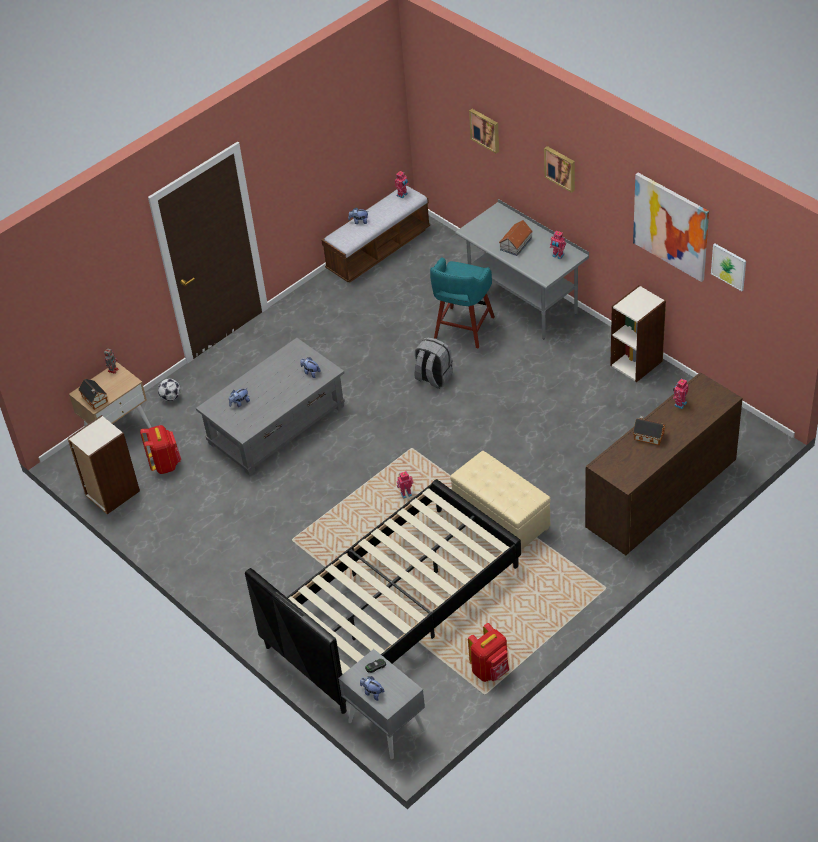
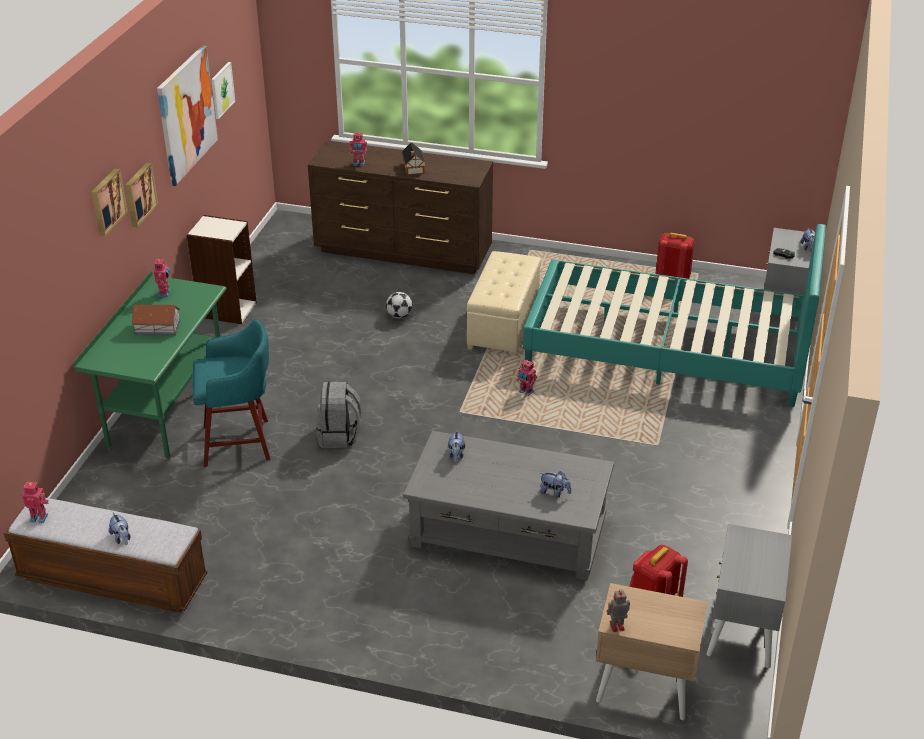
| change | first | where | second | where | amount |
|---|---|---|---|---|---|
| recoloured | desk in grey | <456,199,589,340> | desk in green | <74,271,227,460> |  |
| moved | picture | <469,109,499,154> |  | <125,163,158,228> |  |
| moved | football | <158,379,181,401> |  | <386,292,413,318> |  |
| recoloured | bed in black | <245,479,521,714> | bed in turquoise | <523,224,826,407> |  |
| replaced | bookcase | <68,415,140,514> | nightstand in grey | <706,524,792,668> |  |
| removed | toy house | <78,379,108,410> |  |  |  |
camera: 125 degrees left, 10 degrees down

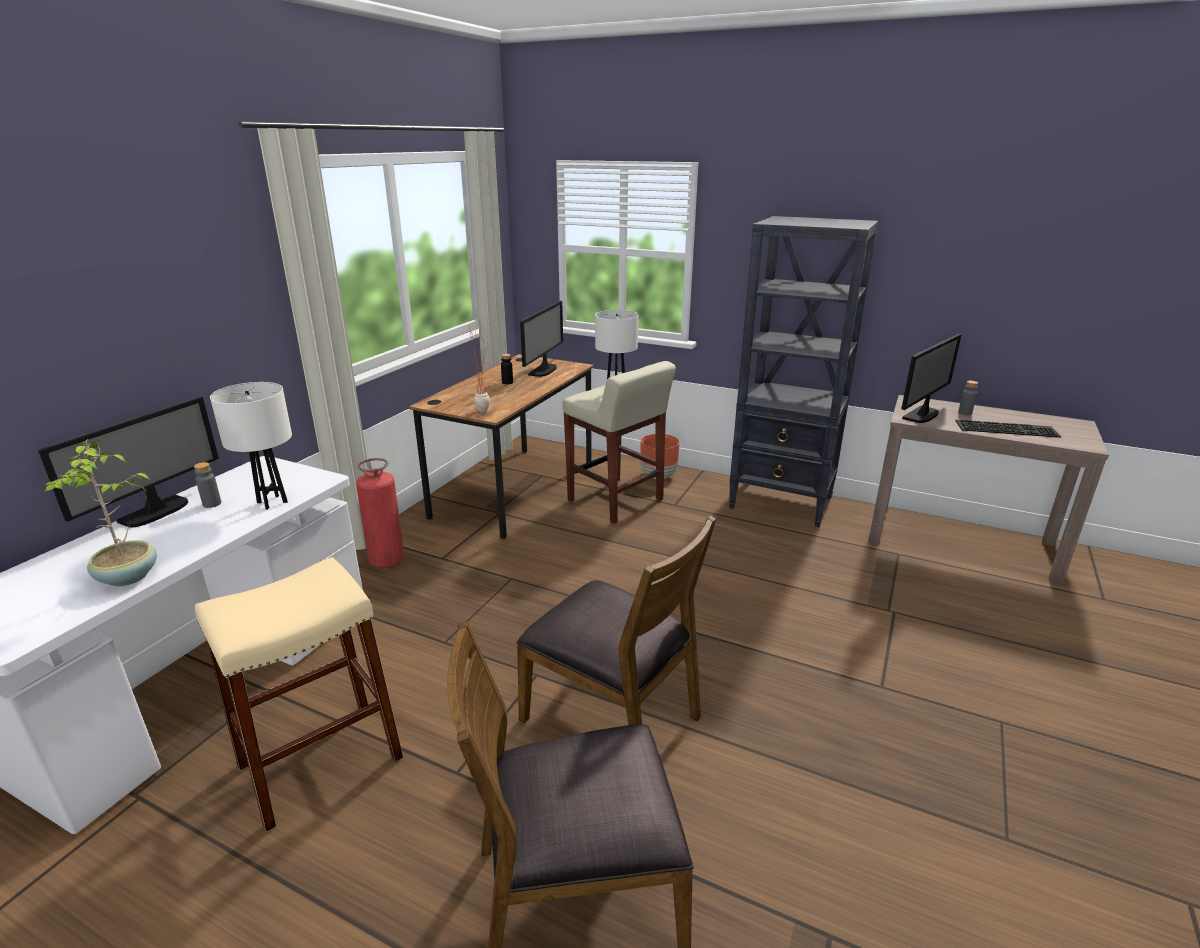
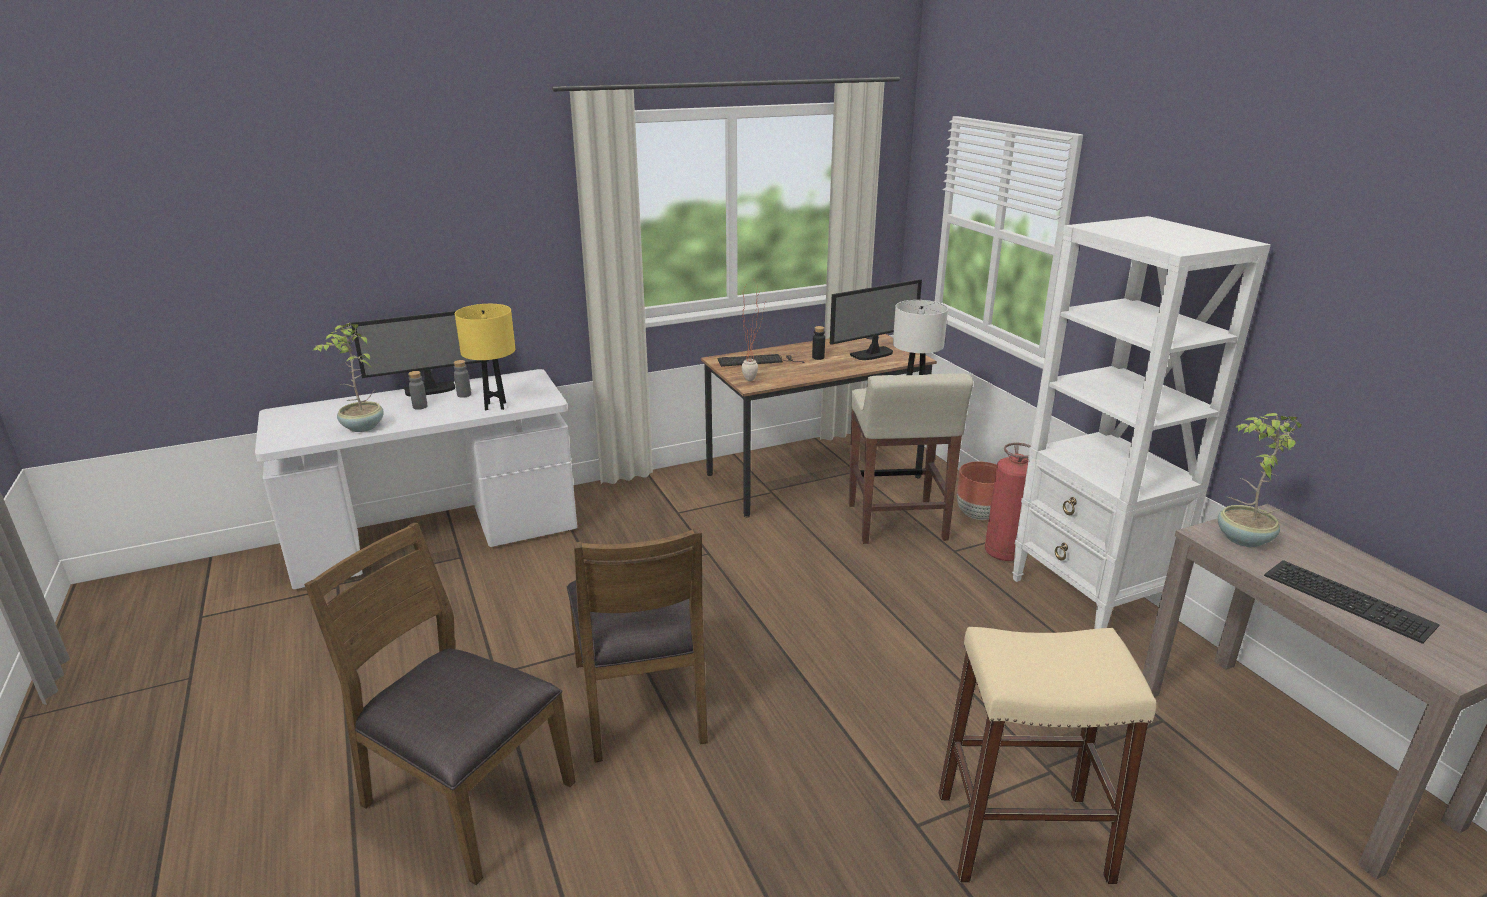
| change | first | where | second | where | amount |
|---|---|---|---|---|---|
| moved | bottle in grey | <958,381,978,415> |  | <408,371,428,410> |  |
| recoloured | table lamp in white | <210,382,292,510> | table lamp in yellow | <455,304,515,410> |  |
| added |  |  | keyboard | <718,354,805,367> |  |
| moved | stool in beige | <195,557,403,832> |  | <939,627,1156,884> |  |
| moved | fire extinguisher | <356,458,404,568> |  | <985,443,1031,561> |  |
| recoloured | bookcase in black | <729,216,878,528> | bookcase in white | <1012,216,1271,629> |  |
| replaced | monitor | <901,334,962,423> | potted plant | <1218,413,1302,547> |  |
camera: 40 degrees right, 0 degrees up

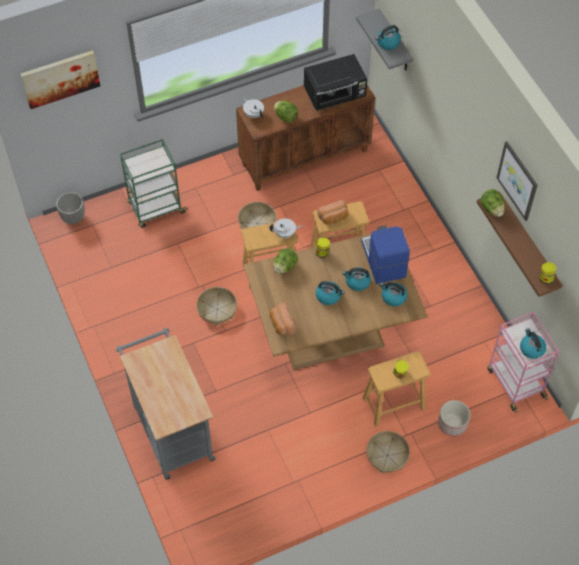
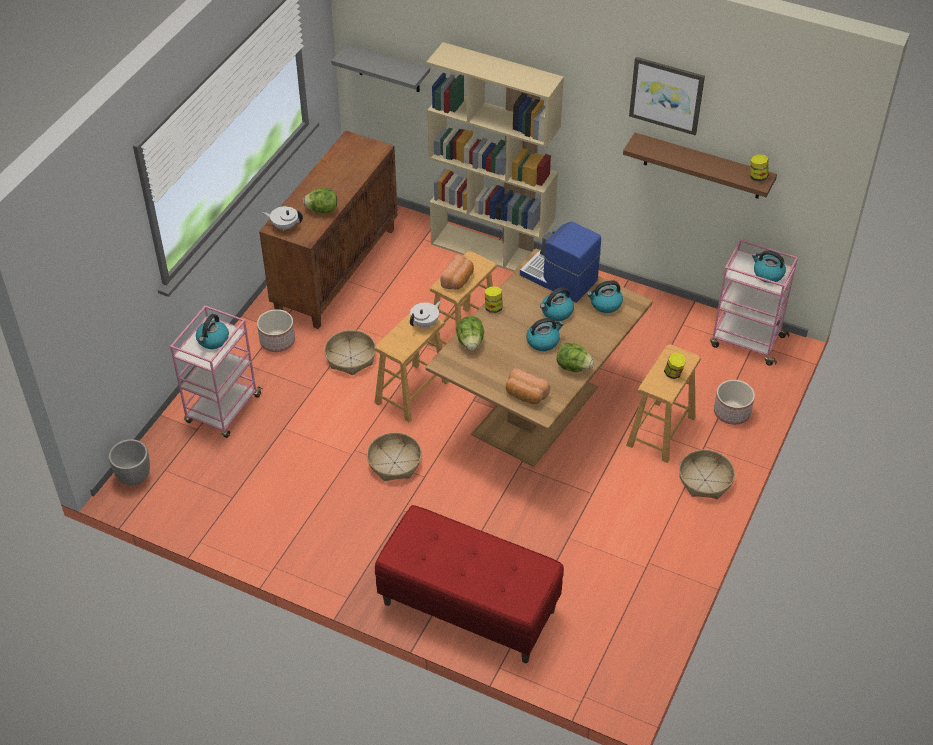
| change | first | where | second | where | amount |
|---|---|---|---|---|---|
| recoloured | cart in green | <120,139,188,228> | cart in pink | <170,305,262,438> |  |
| moved | kettle | <375,25,401,50> |  | <196,314,229,349> |  |
| added |  |  | planter | <257,309,295,352> |  |
| replaced | cart in grey | <116,327,216,480> | bench in red | <375,505,564,663> |  |
| added |  |  | bookcase in beige | <426,42,564,272> |  |
| moved | lettuce | <481,189,505,217> |  | <557,342,594,372> |  |
| removed | picture | <21,50,100,109> |  |  |  |
| removed | microwave in black | <304,54,367,111> |  |  |  |
camera: 40 degrees left, 10 degrees down

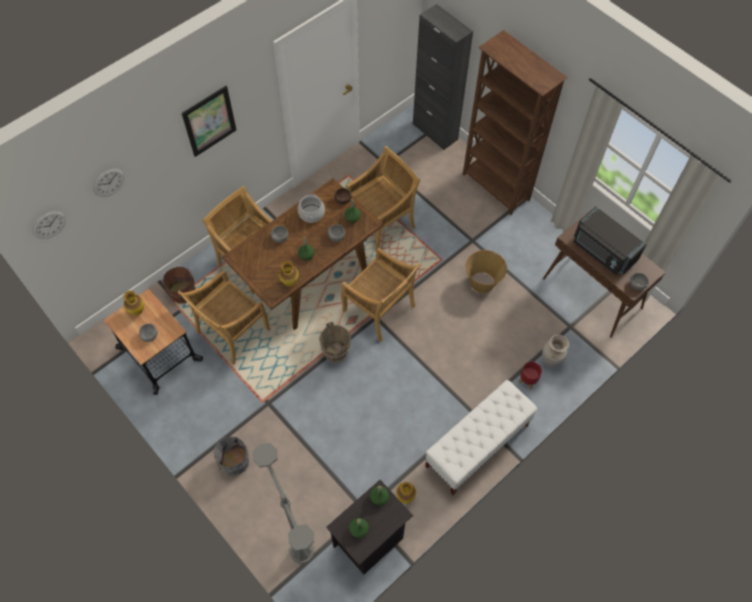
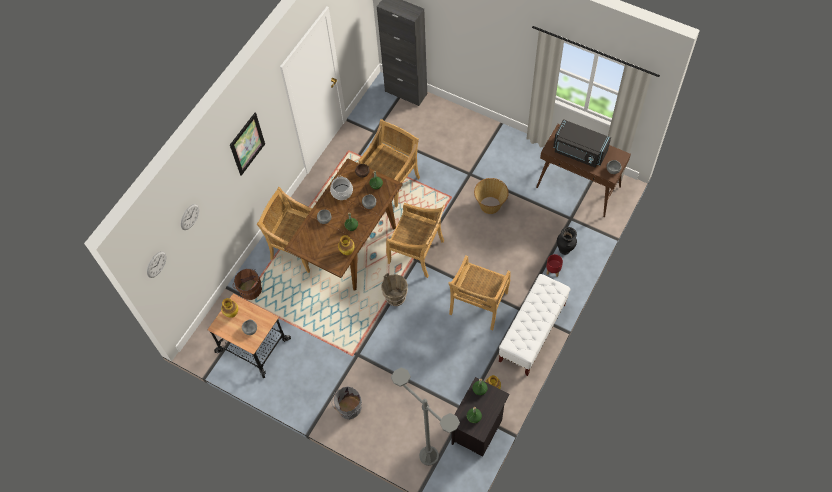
| change | first | where | second | where | amount |
|---|---|---|---|---|---|
| moved | chair in beige | <177,270,271,365> |  | <448,255,511,330> |  |
| recoloured | vase in beige | <542,335,569,367> | vase in black | <557,227,577,255> |  |
| removed | bookcase in brown | <463,30,568,215> |  |  |  |
camera: 15 degrees left, 0 degrees up

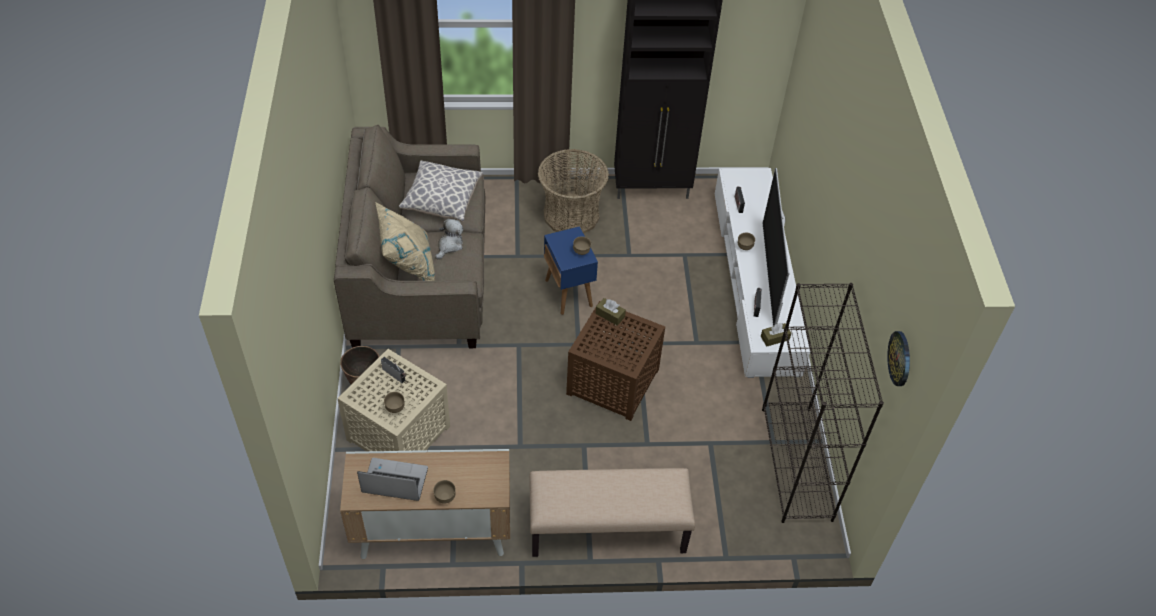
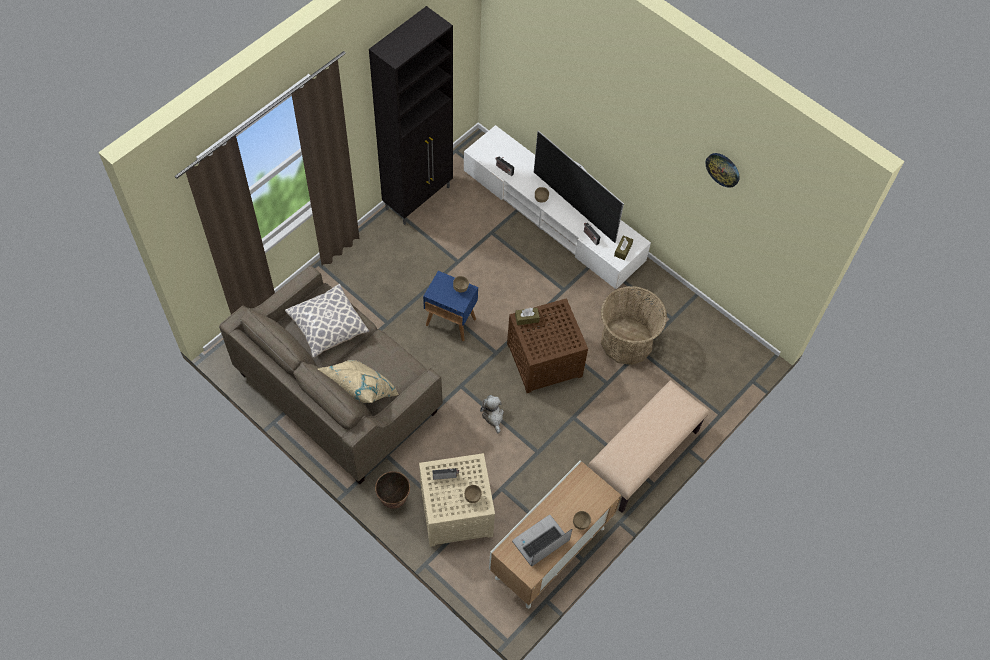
| change | first | where | second | where | amount |
|---|---|---|---|---|---|
| moved | plush toy | <435,219,463,259> |  | <480,395,504,434> |  |
| moved | basket | <538,149,609,234> |  | <601,286,667,365> |  |
| moved | wall clock | <887,331,910,386> |  | <706,153,740,188> |  |
| removed | bookcase in black | <762,283,884,523> |  |  |  |
camera: 45 degrees left, 10 degrees up

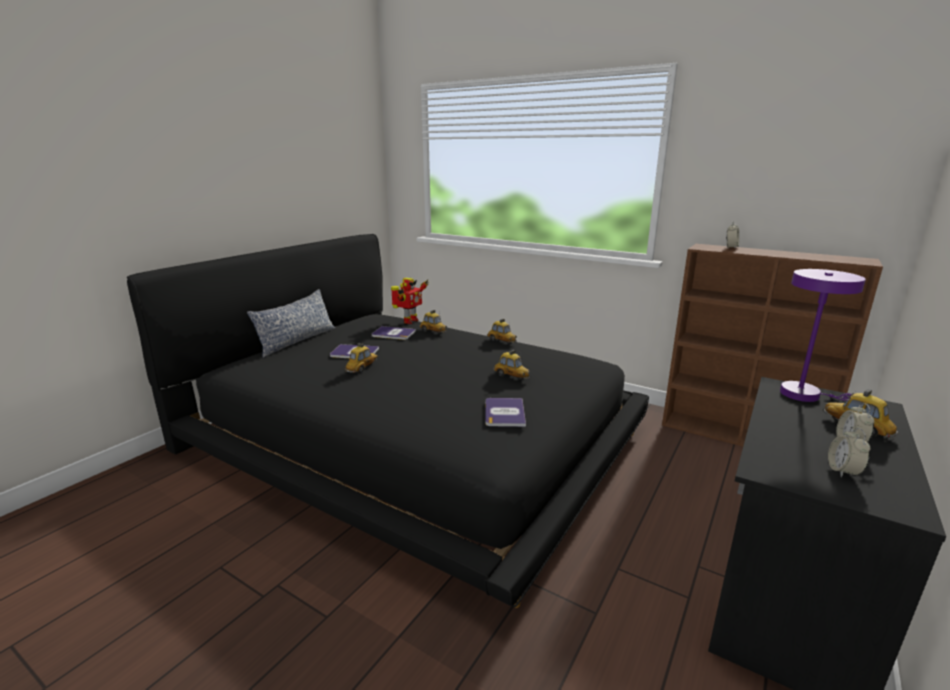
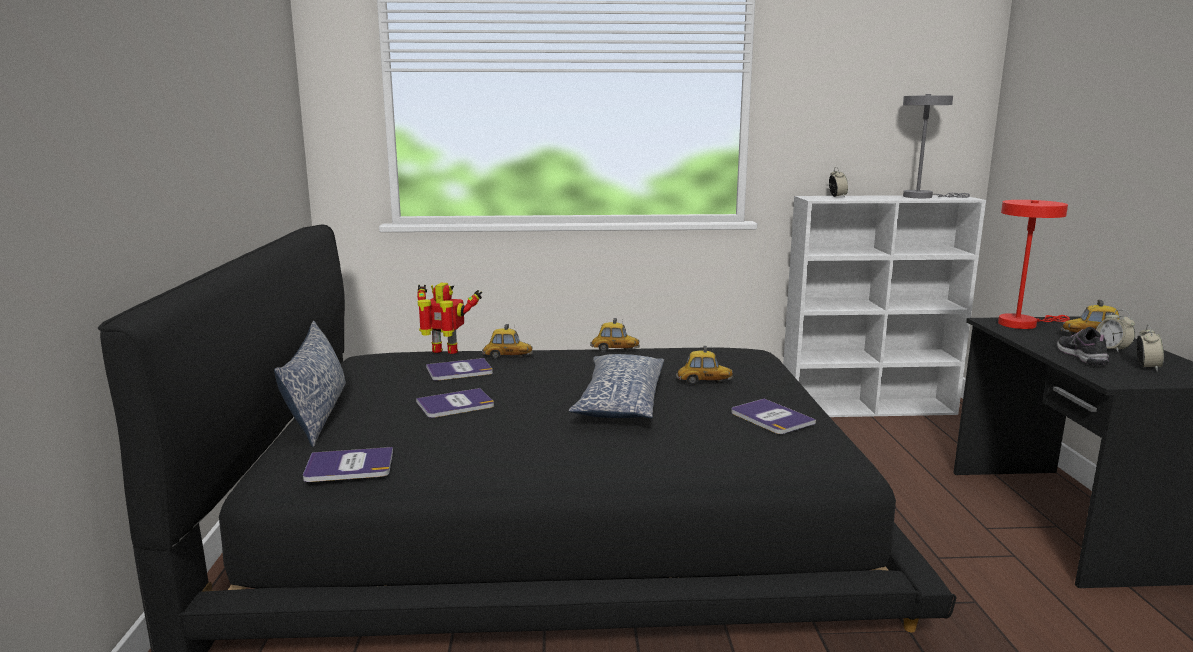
| change | first | where | second | where | amount |
|---|---|---|---|---|---|
| added |  |  | book | <303,447,393,482> |  |
| turned | toy robot | <391,278,429,324> |  | <417,283,482,354> | 75 degrees counterclockwise |
| added |  |  | pillow | <569,354,664,418> |  |
| recoloured | bookcase in brown | <662,244,883,446> | bookcase in white | <783,195,986,417> |  |
| added |  |  | table lamp in grey | <903,94,970,198> |  |
| recoloured | table lamp in purple | <780,269,866,402> | table lamp in red | <998,200,1070,329> |  |
| added |  |  | shoe | <1057,327,1109,365> |  |
| turned | alarm clock | <828,428,870,478> |  | <1136,324,1164,371> | 135 degrees counterclockwise |
| removed | toy car | <345,343,378,373> |  |  |  |
camera: 35 degrees left, 5 degrees down

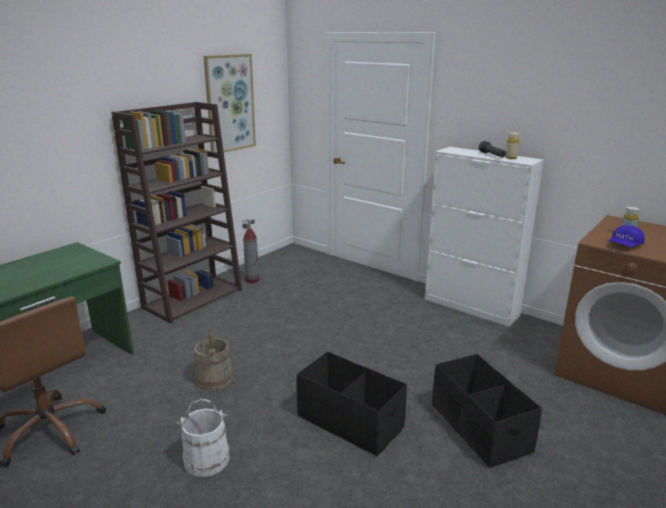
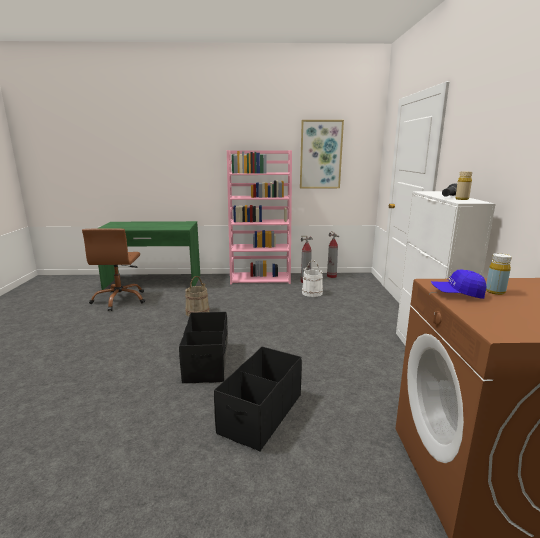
| change | first | where | second | where | amount |
|---|---|---|---|---|---|
| recoloured | bookcase in brown | <111,102,242,323> | bookcase in pink | <227,150,292,284> |  |
| moved | bucket in white | <177,399,230,477> |  | <302,260,323,297> |  |
| added |  |  | fire extinguisher | <327,231,339,278> |  |
camera: 50 degrees right, 5 degrees down

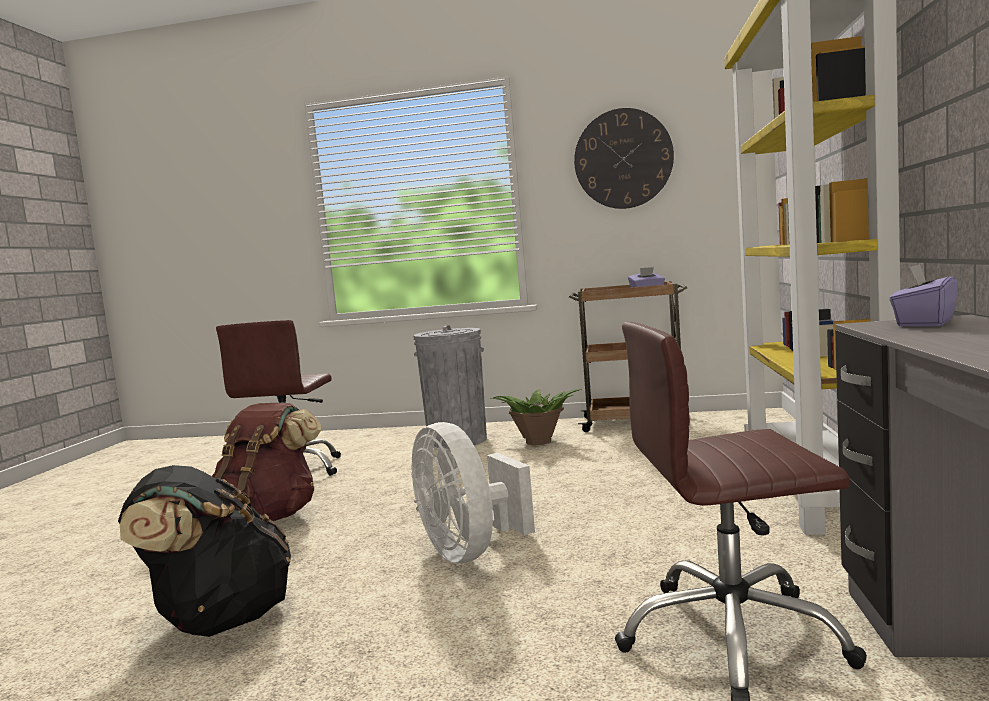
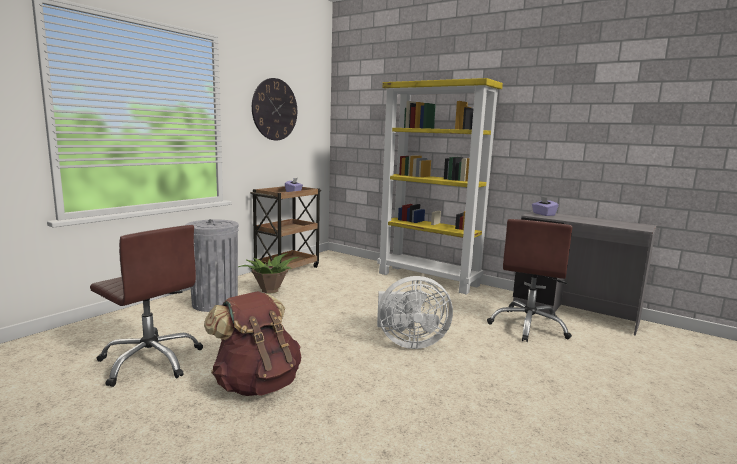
| change | first | where | second | where | amount |
|---|---|---|---|---|---|
| removed | backpack in black | <118,465,291,637> |  |  |  |
camera: 65 degrees left, 5 degrees up

